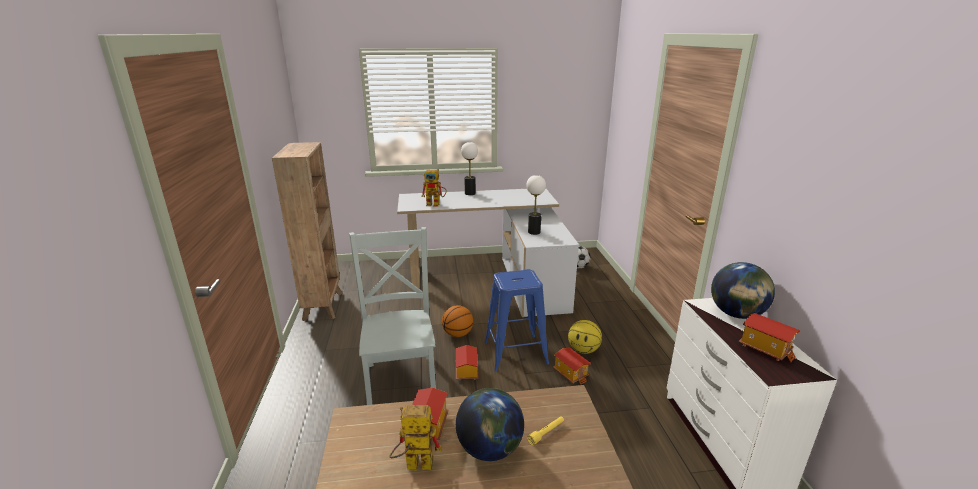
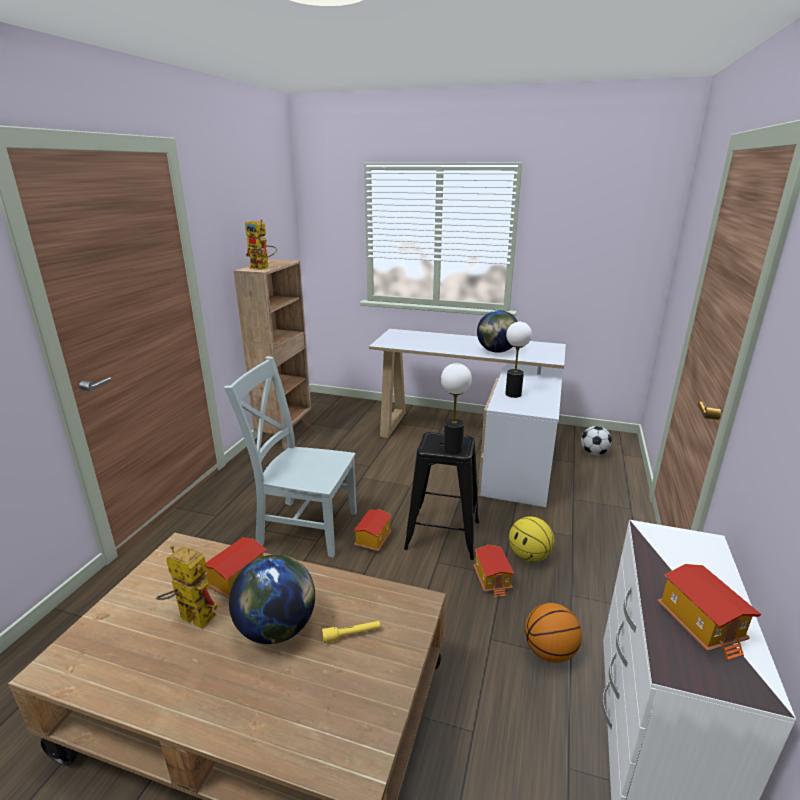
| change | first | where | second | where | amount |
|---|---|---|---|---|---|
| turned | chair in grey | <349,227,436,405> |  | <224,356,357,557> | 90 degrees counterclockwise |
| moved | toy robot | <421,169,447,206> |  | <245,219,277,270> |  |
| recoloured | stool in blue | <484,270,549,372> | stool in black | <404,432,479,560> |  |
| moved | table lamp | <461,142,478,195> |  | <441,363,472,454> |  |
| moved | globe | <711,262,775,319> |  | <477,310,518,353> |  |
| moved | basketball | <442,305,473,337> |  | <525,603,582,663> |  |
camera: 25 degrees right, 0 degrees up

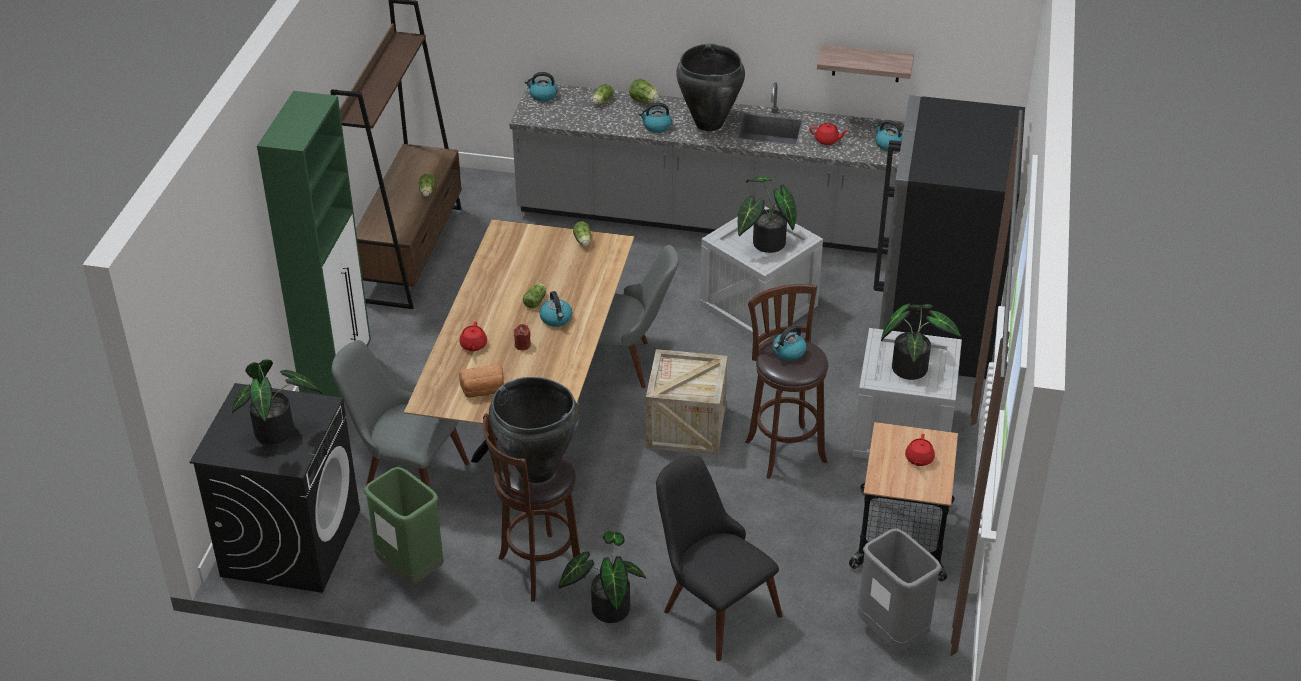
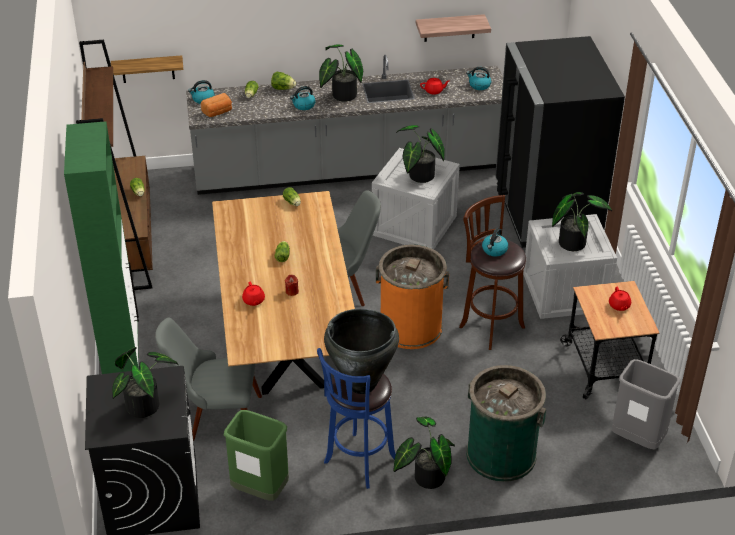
| change | first | where | second | where | amount |
|---|---|---|---|---|---|
| added |  |  | shelf | <111,55,183,83> |  |
| moved | bread | <459,364,504,398> |  | <201,93,232,117> |  |
| recoloured | stool in brown | <483,414,586,602> | stool in blue | <317,348,396,489> |  |
| replaced | vase in black | <676,44,745,131> | potted plant | <319,44,363,102> |  |
| replaced | crate | <646,349,728,455> | trash can in orange | <376,244,449,349> |  |
| replaced | chair in black | <656,456,782,661> | trash can in green | <466,365,546,482> |  |
| removed | kettle | <539,291,572,327> |  |  |  |
camera: 20 degrees left, 0 degrees up

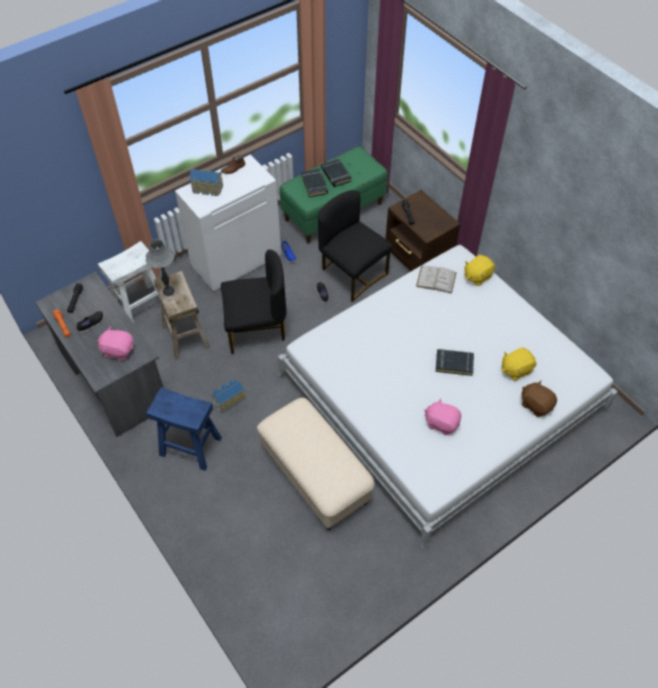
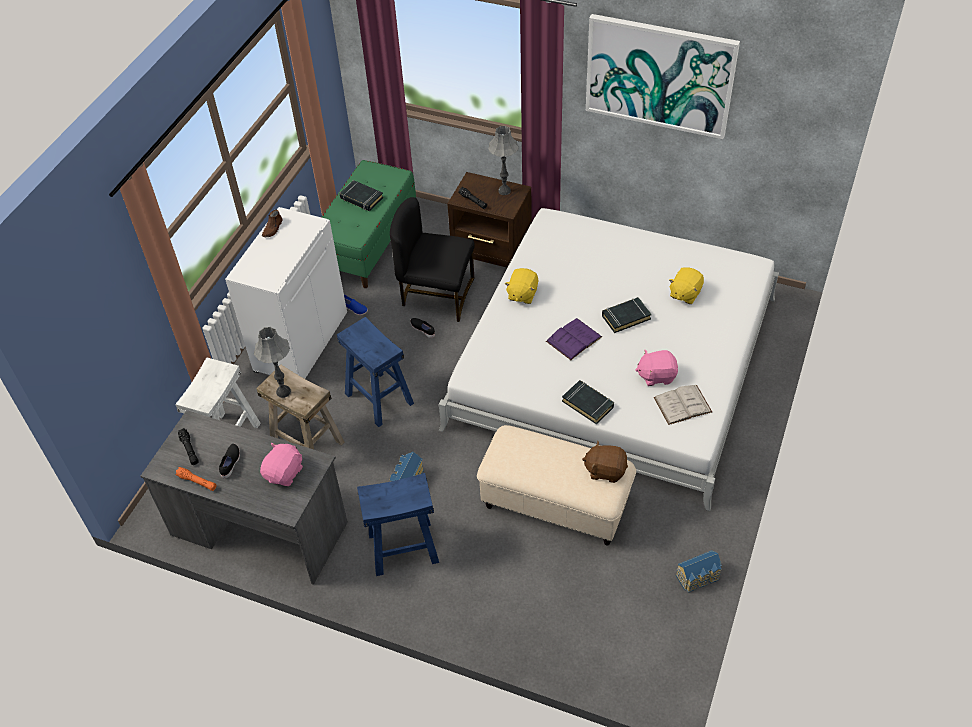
| change | first | where | second | where | amount |
|---|---|---|---|---|---|
| turned | plush toy in pink | <97,326,134,361> |  | <260,443,303,486> | 135 degrees clockwise |
| replaced | chair in black | <221,250,286,354> | stool in blue | <337,317,414,427> |  |
| added |  |  | table lamp in grey | <488,126,519,195> |  |
| moved | plush toy in yellow | <464,255,495,286> |  | <505,268,538,304> |  |
| added |  |  | book in purple | <546,318,602,360> |  |
| moved | book in black | <301,169,328,197> |  | <562,380,614,424> |  |
| moved | plush toy in brown | <521,380,557,417> |  | <582,440,628,483> |  |
| added |  |  | picture | <586,14,740,139> |  |
| moved | book in white | <416,265,457,294> |  | <654,385,712,425> |  |
| moved | toy house | <190,169,223,196> |  | <676,550,722,593> |  |
camera: 30 degrees left, 5 degrees down

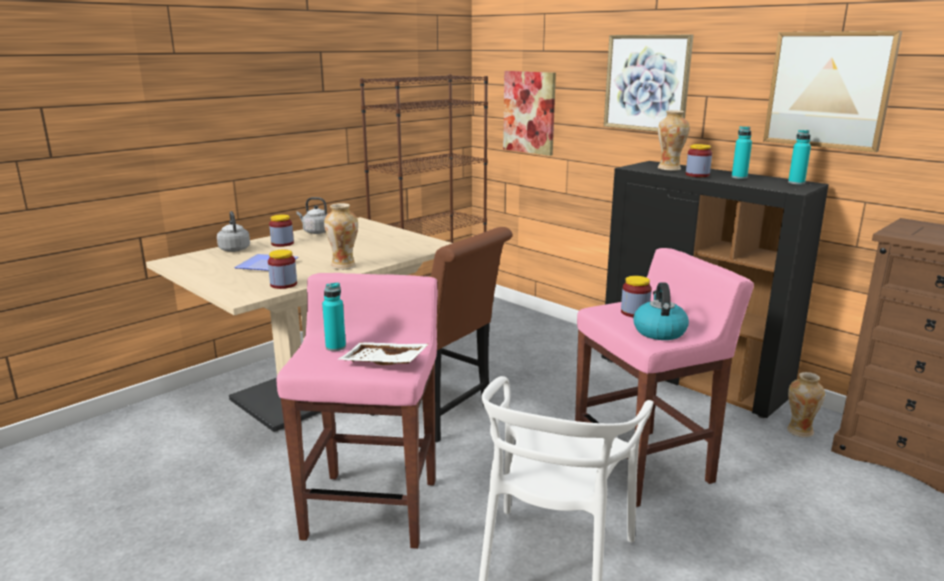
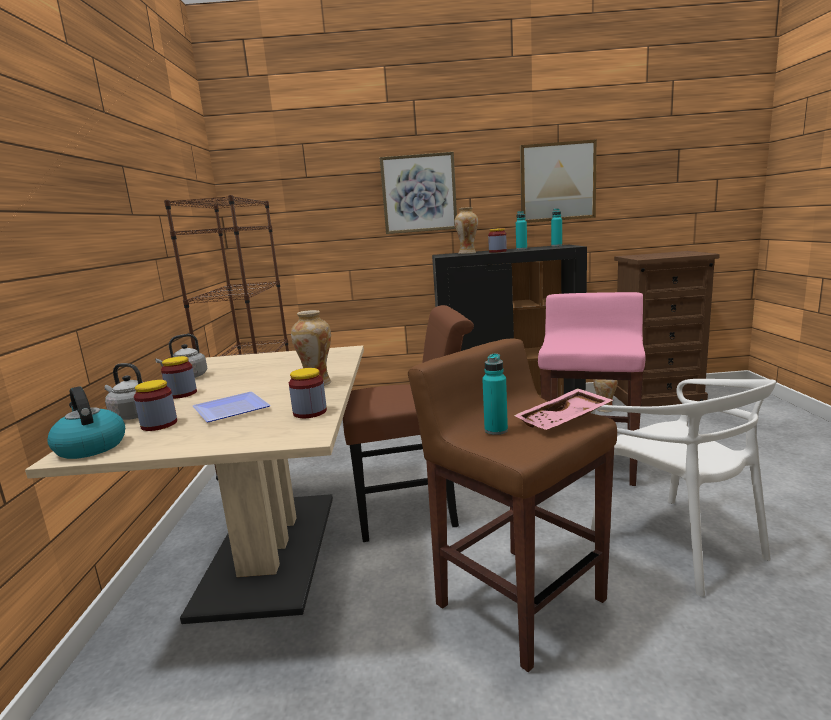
| change | first | where | second | where | amount |
|---|---|---|---|---|---|
| moved | kettle | <633,282,689,340> |  | <47,386,125,459> |  |
| moved | jar | <621,276,652,317> |  | <134,380,177,431> |  |
| recoloured | stool in pink | <277,273,438,549> | stool in brown | <408,338,617,672> |  |
| recoloured | tray in white | <338,342,429,365> | tray in pink | <514,388,613,430> |  |
| removed | picture | <503,71,556,156> |  |  |  |
camera: 45 degrees left, 5 degrees down

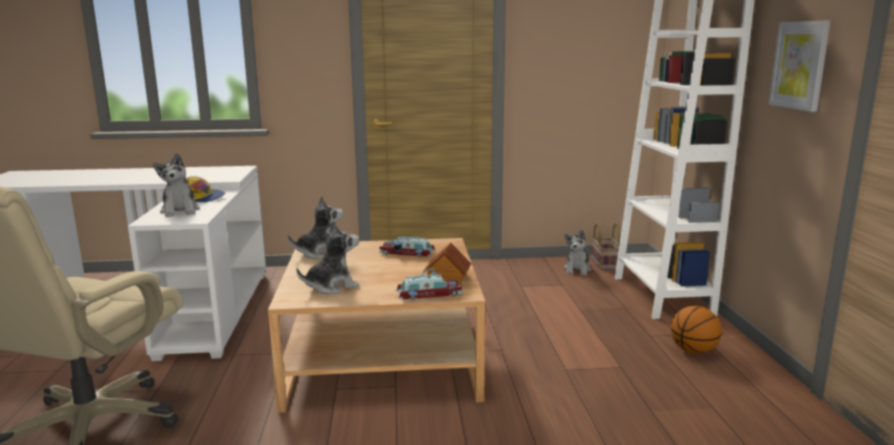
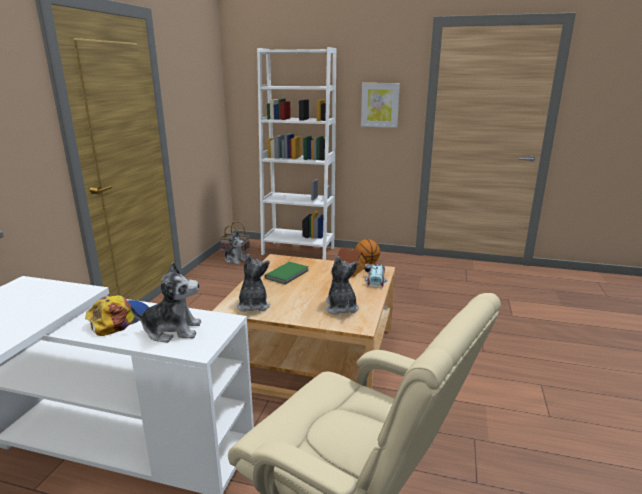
| change | first | where | second | where | amount |
|---|---|---|---|---|---|
| replaced | toy car | <379,237,435,257> | book in green | <265,262,309,285> |  |
camera: 70 degrees left, 5 degrees up

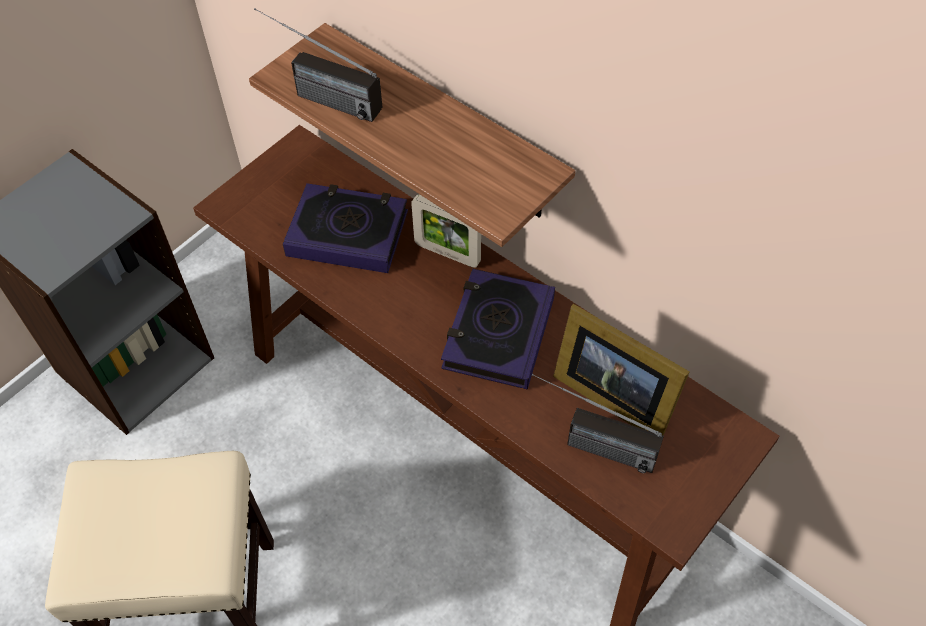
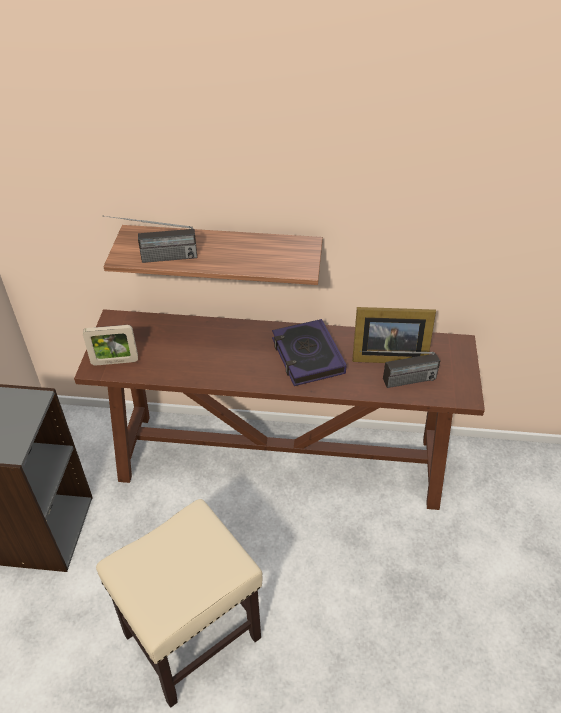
| change | first | where | second | where | amount |
|---|---|---|---|---|---|
| moved | picture frame | <411,195,481,268> |  | <83,325,138,365> |  |
| removed | book | <283,183,408,273> |  |  |  |
camera: 35 degrees left, 10 degrees down

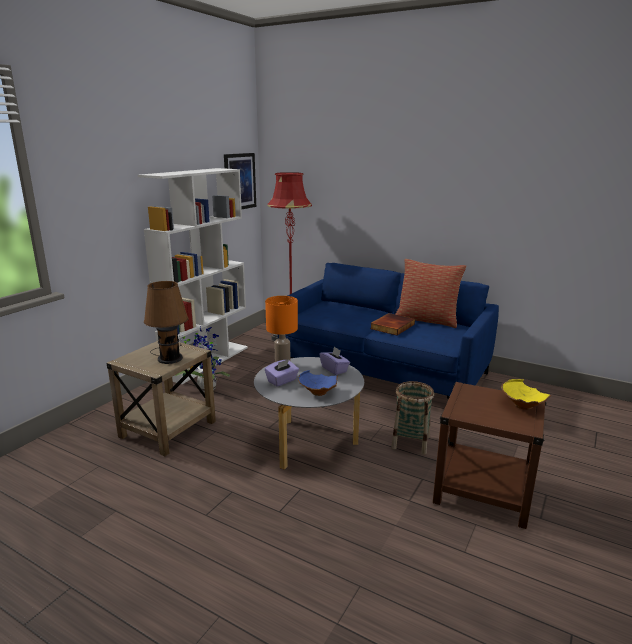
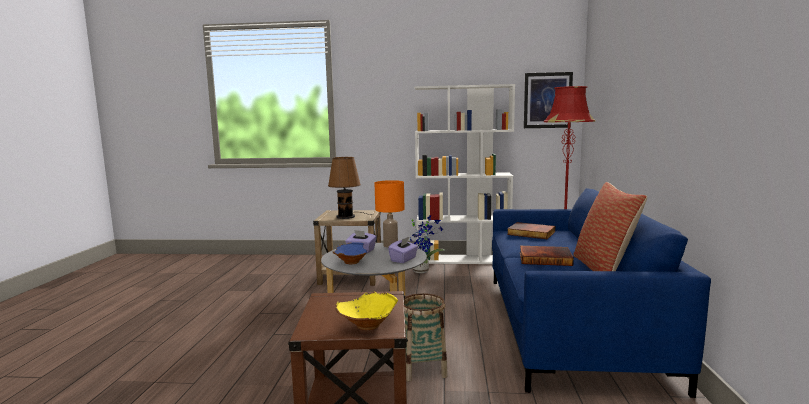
| change | first | where | second | where | amount |
|---|---|---|---|---|---|
| added |  |  | book | <507,222,555,239> |  |
camera: 65 degrees right, 10 degrees down

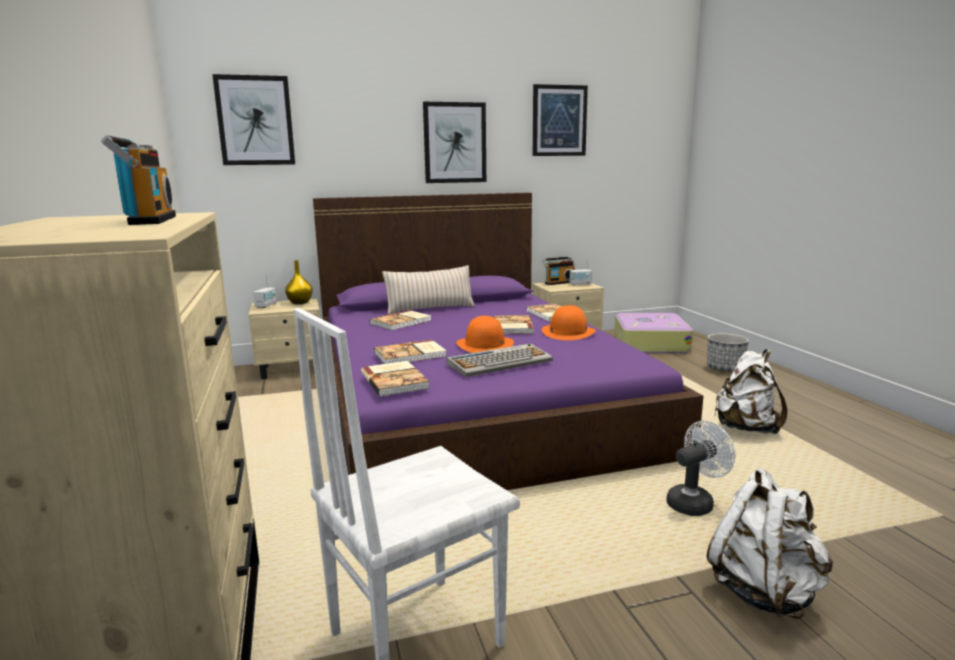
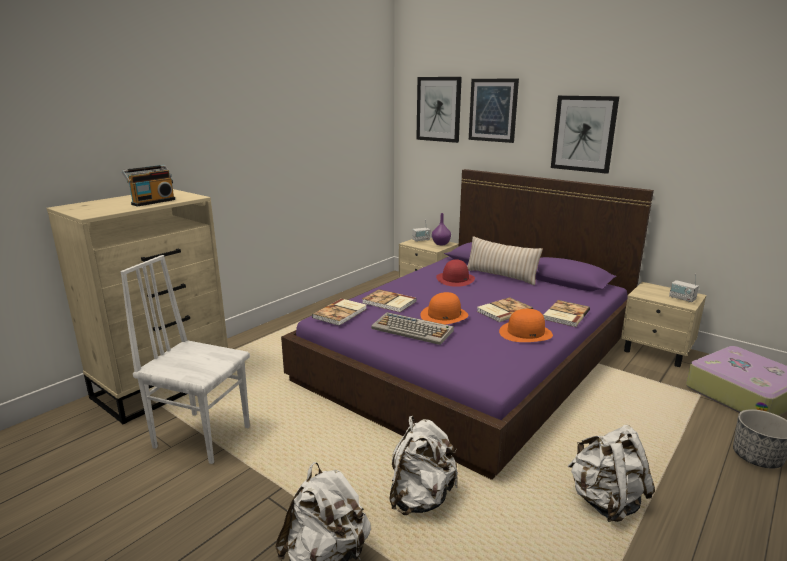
| change | first | where | second | where | amount |
|---|---|---|---|---|---|
| replaced | fan in white | <666,421,735,516> | backpack in white | <389,416,458,515> |  |
| recoloured | vase in yellow | <285,260,313,304> | vase in purple | <432,213,451,245> |  |
| replaced | book | <369,310,432,330> | hat in red | <436,259,475,287> |  |
| moved | picture | <533,84,588,156> |  | <469,79,519,143> |  |
| removed | radio | <542,256,575,285> |  |  |  |
camera: 55 degrees right, 5 degrees up

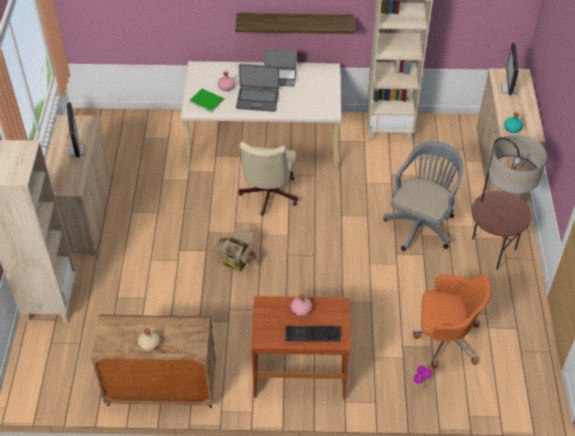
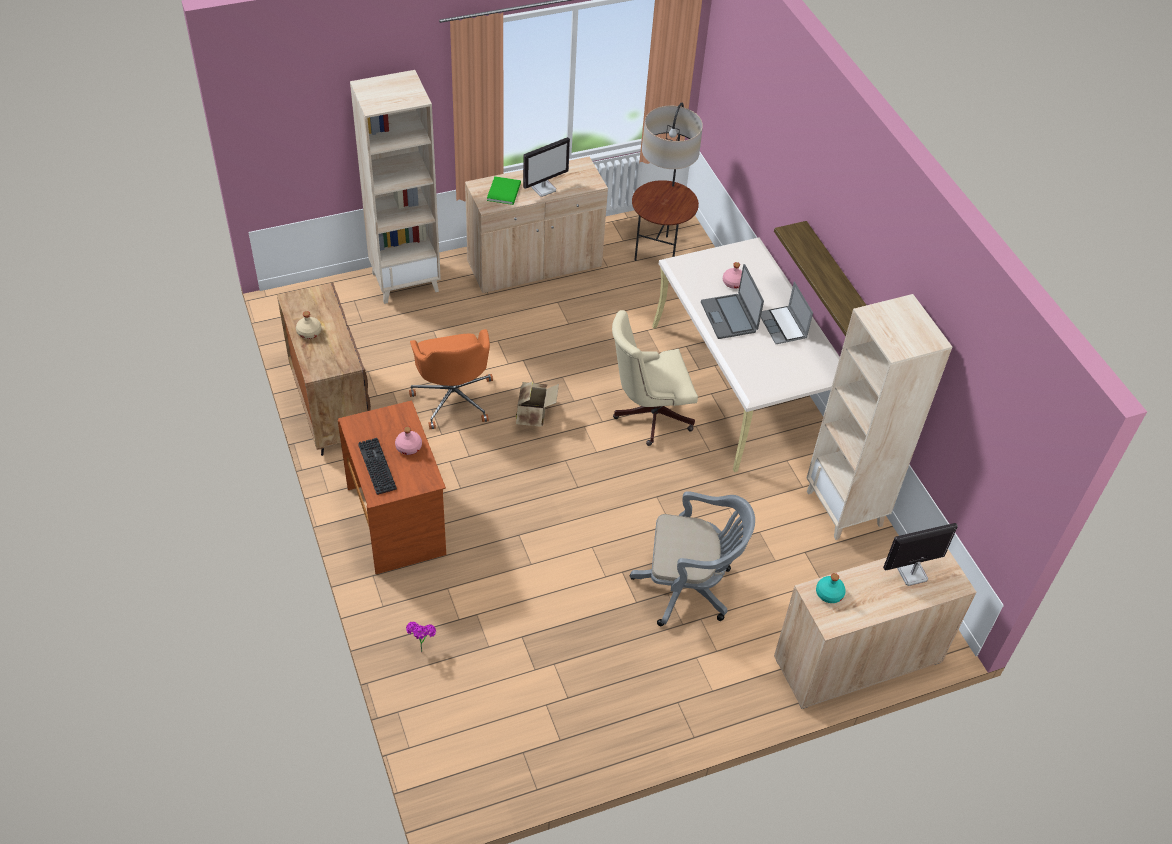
| change | first | where | second | where | amount |
|---|---|---|---|---|---|
| moved | office chair in orange | <413,274,491,369> |  | <409,329,493,429> |  |
| moved | book in green | <189,88,224,112> |  | <487,176,521,205> |  |
| moved | floor lamp | <472,135,547,270> |  | <632,102,703,261> |  |
camera: 65 degrees right, 0 degrees up

